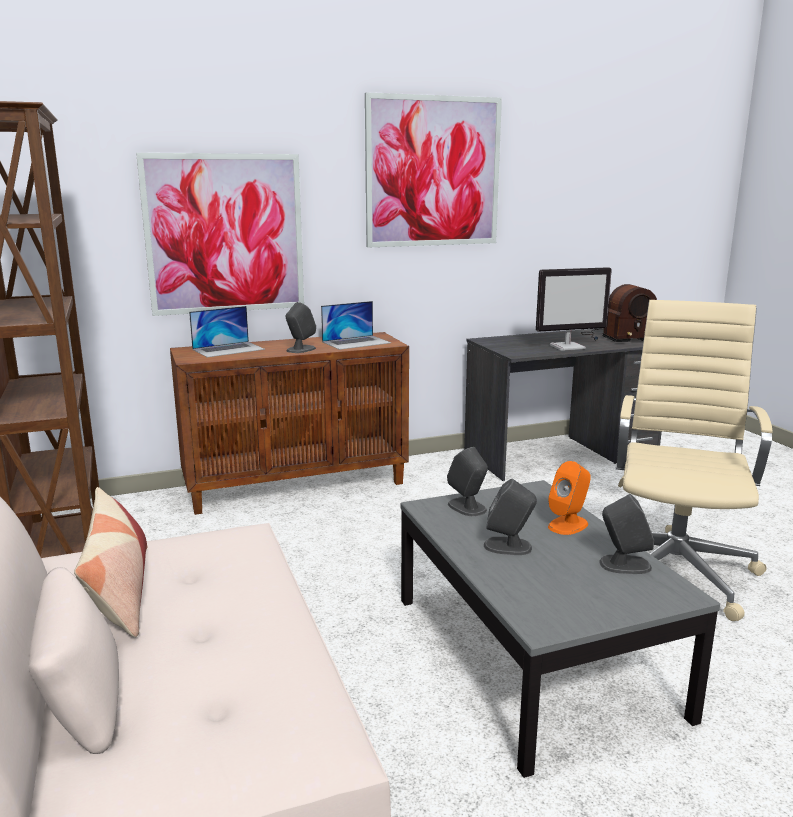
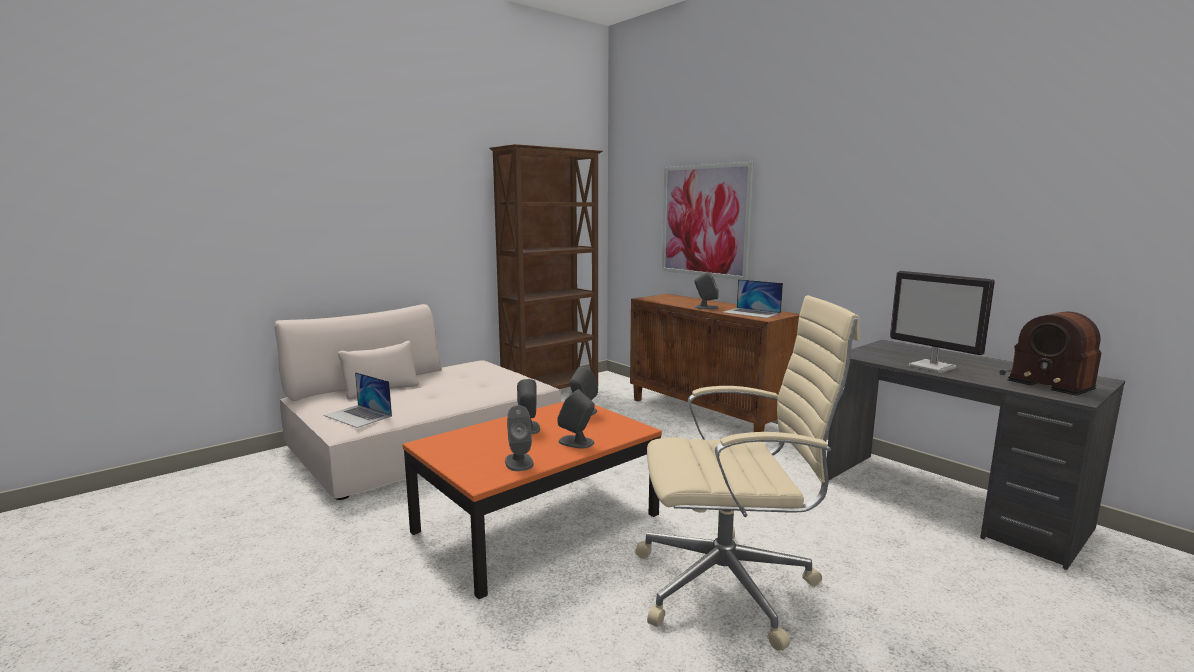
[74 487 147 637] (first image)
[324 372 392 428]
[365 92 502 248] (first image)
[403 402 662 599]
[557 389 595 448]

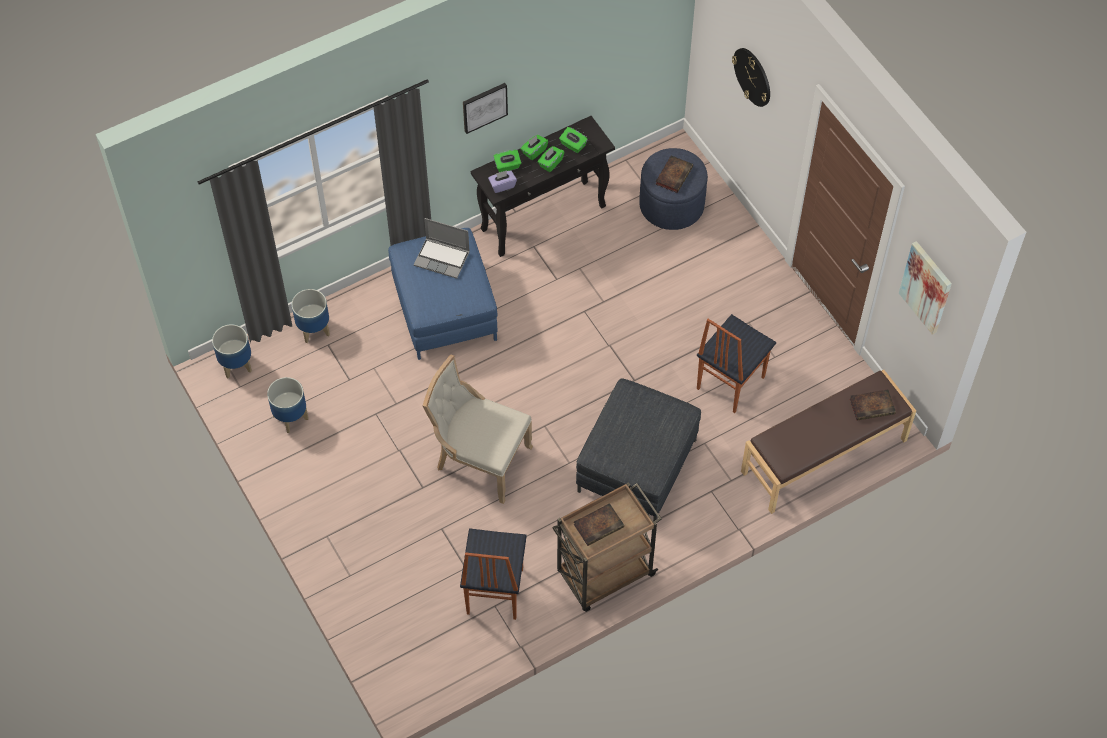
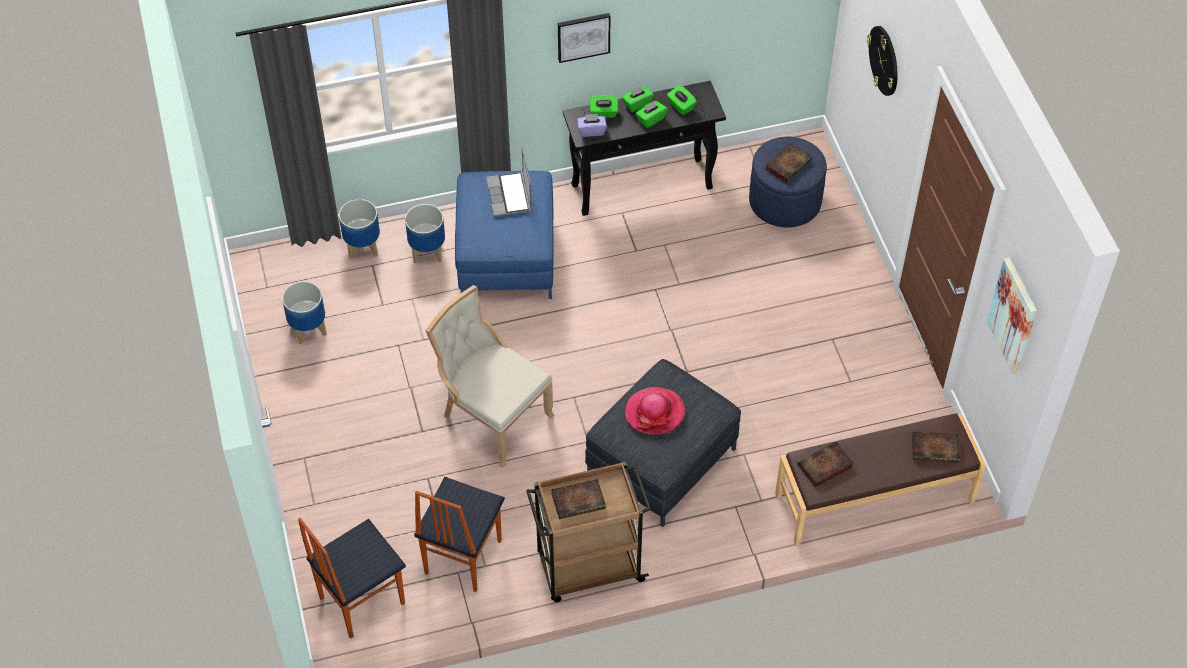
[405 204 445 263]
[486 147 532 217]
[298 518 406 639]
[625 387 685 435]
[798 441 853 488]

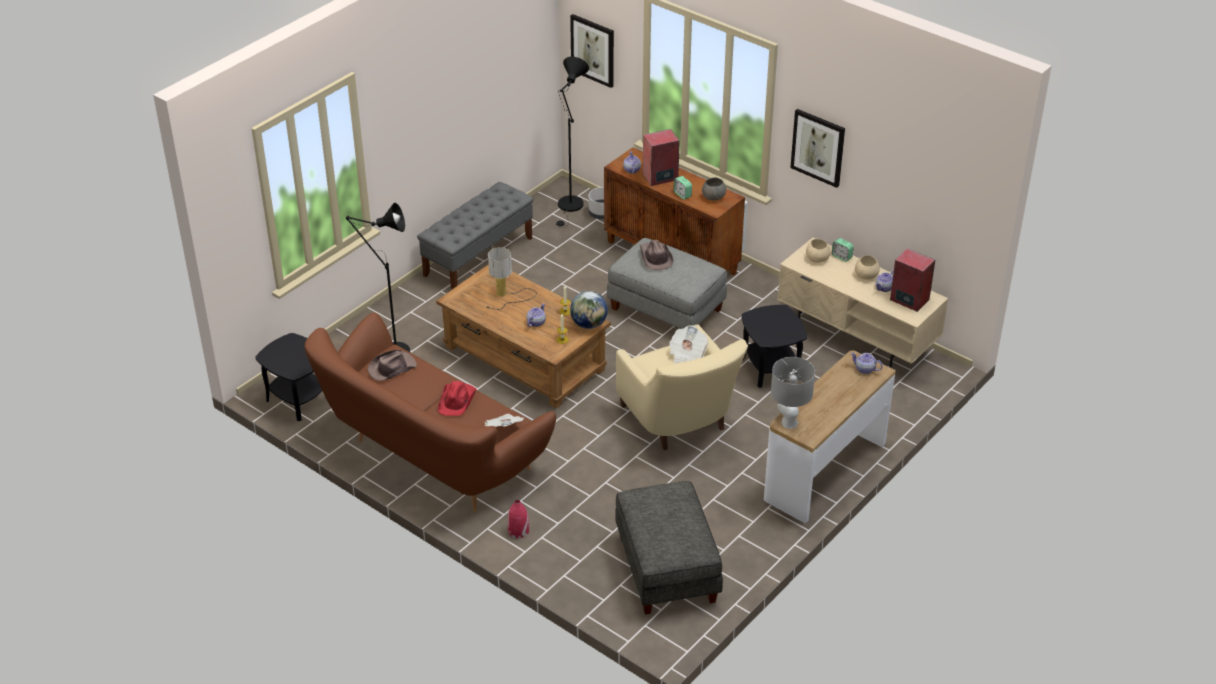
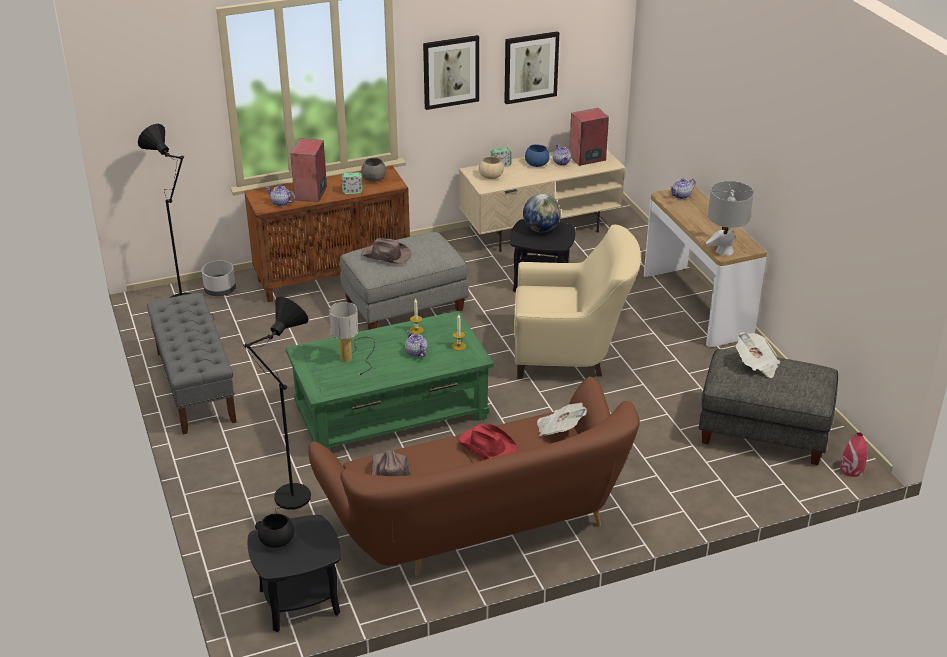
[285 311 494 450]
[840 432 867 477]
[504 31 559 104]
[523 194 561 232]
[736 332 780 378]
[525 144 550 167]
[258 513 294 548]

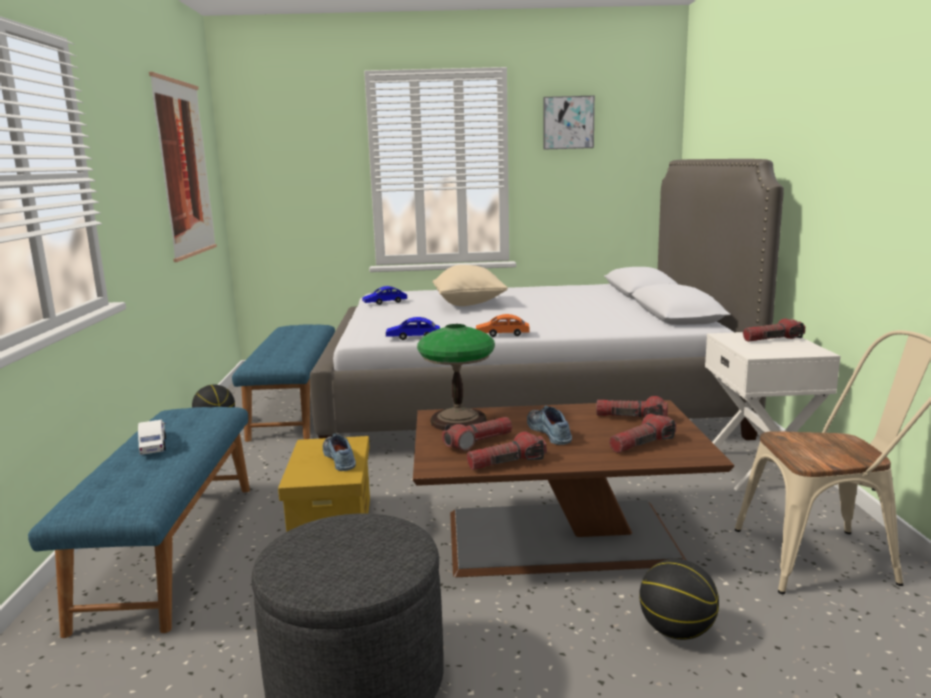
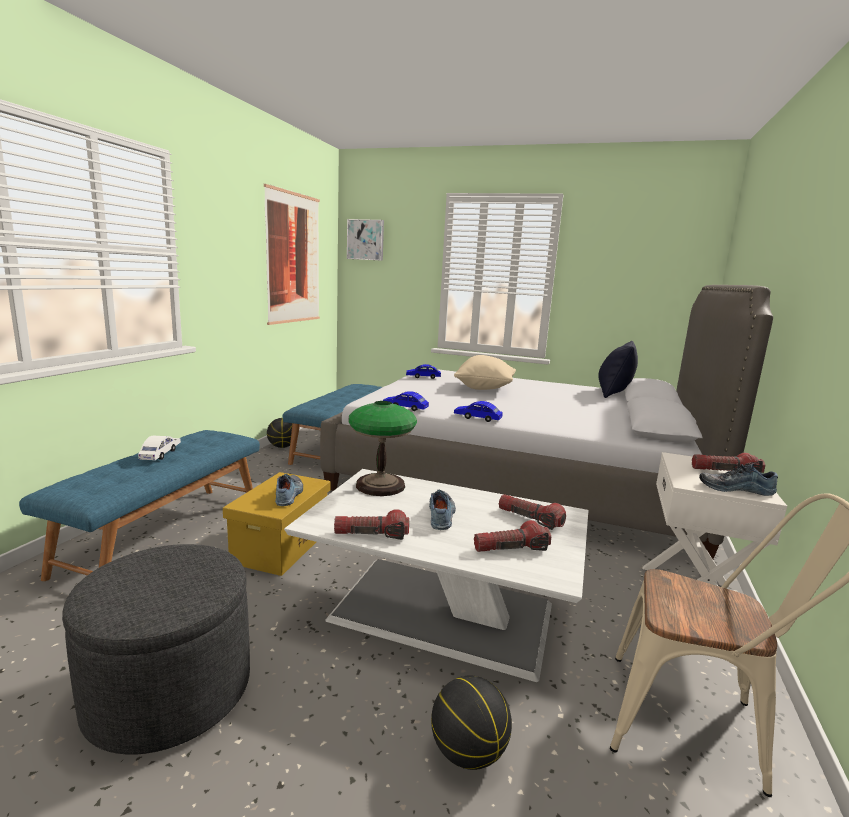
[284 469 589 682]
[442 417 512 451] (first image)
[454 401 503 422]
[347 219 384 261]
[598 341 638 398]
[699 464 778 496]

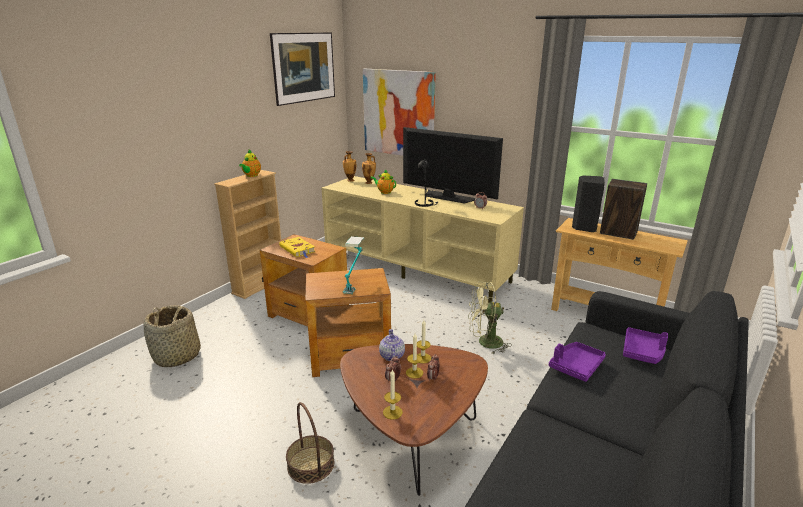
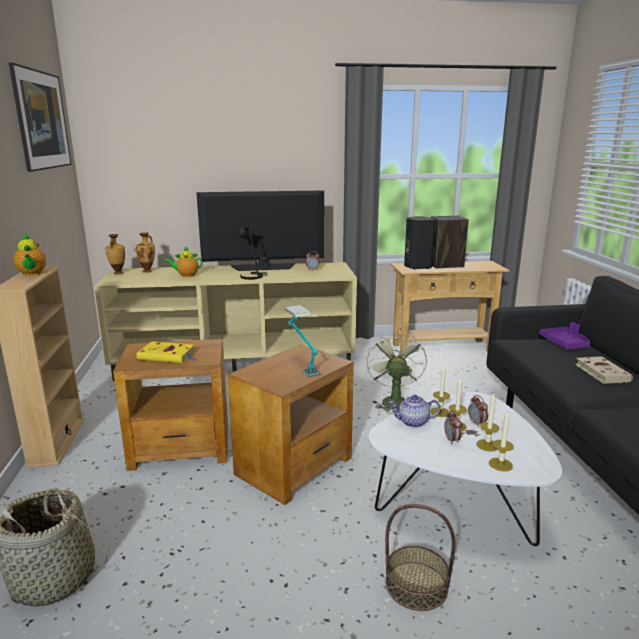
[368 392 562 546]
[363 69 436 156] (first image)
[389 394 440 428]
[366 332 427 414]
[549 342 606 382] (first image)
[476 394 500 452]
[575 356 633 384]

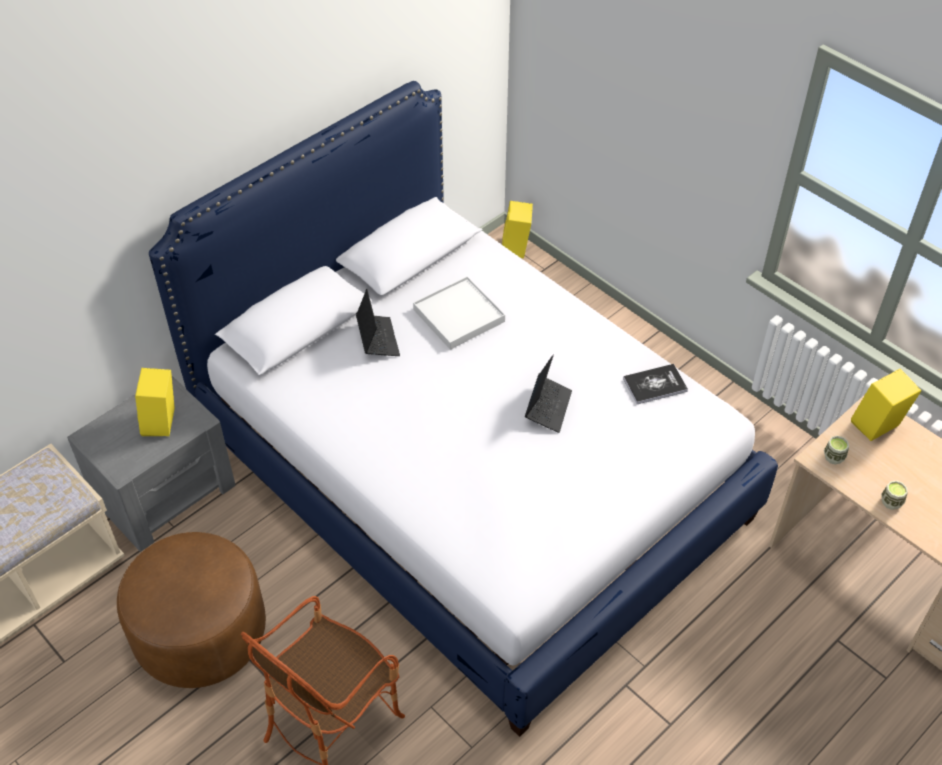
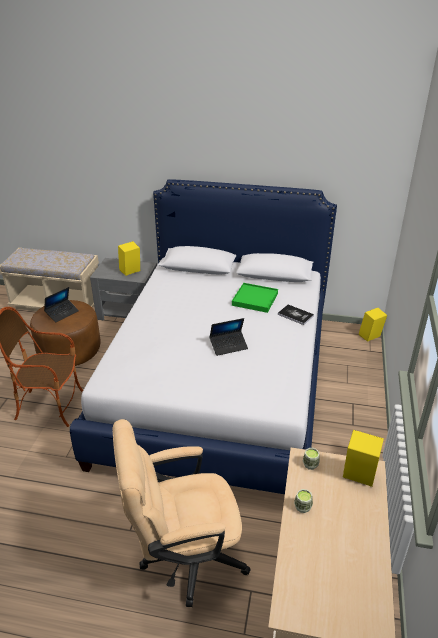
[44 287 79 323]
[232 283 278 313]
[278 305 314 325]
[112 419 251 607]

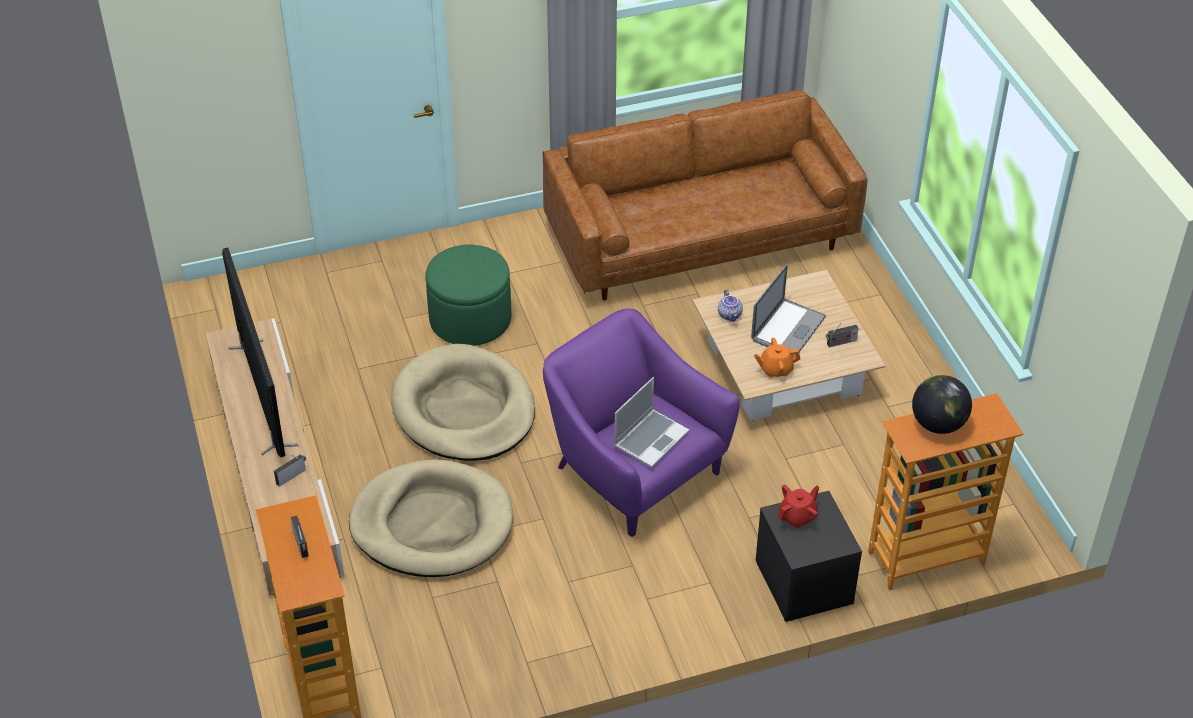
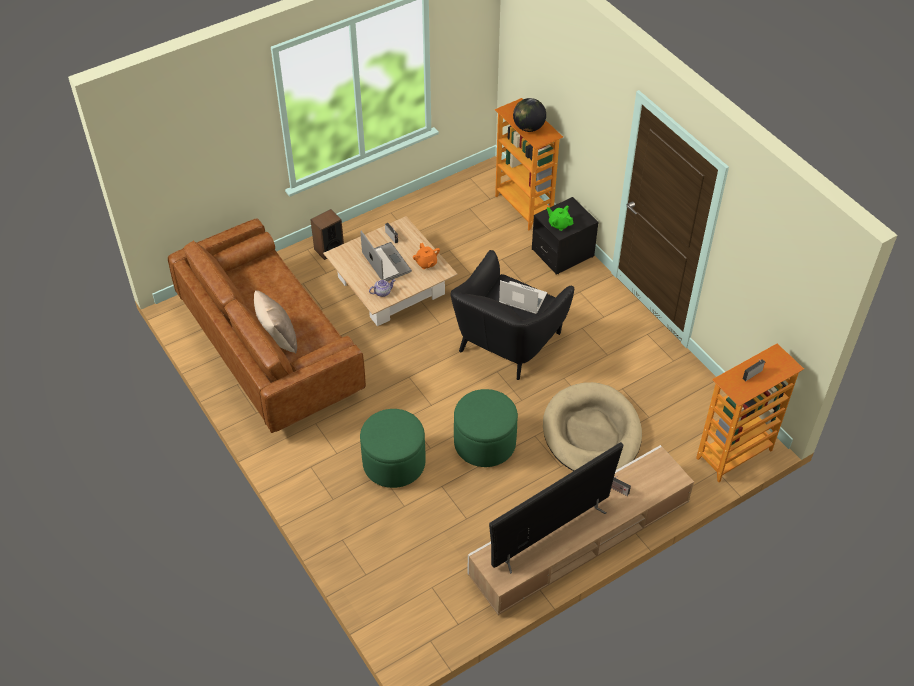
[454 389 518 467]
[450 250 574 380]
[360 230 412 281]
[547 205 573 231]
[254 290 297 354]
[310 209 344 260]

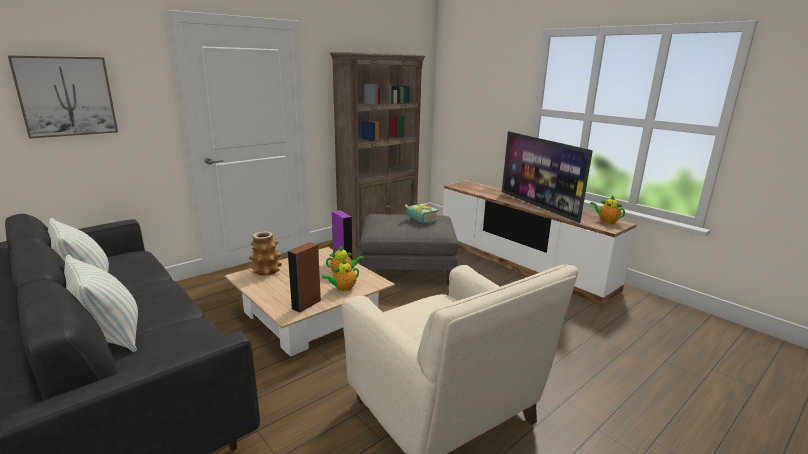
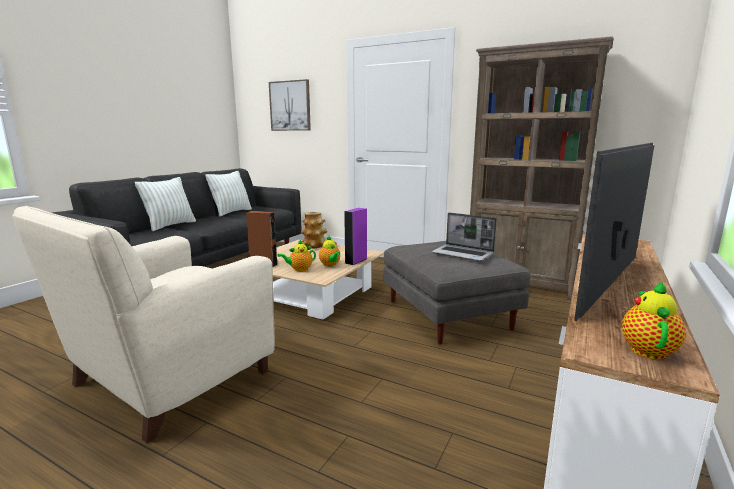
[277 239 316 272]
[431 212 497 261]

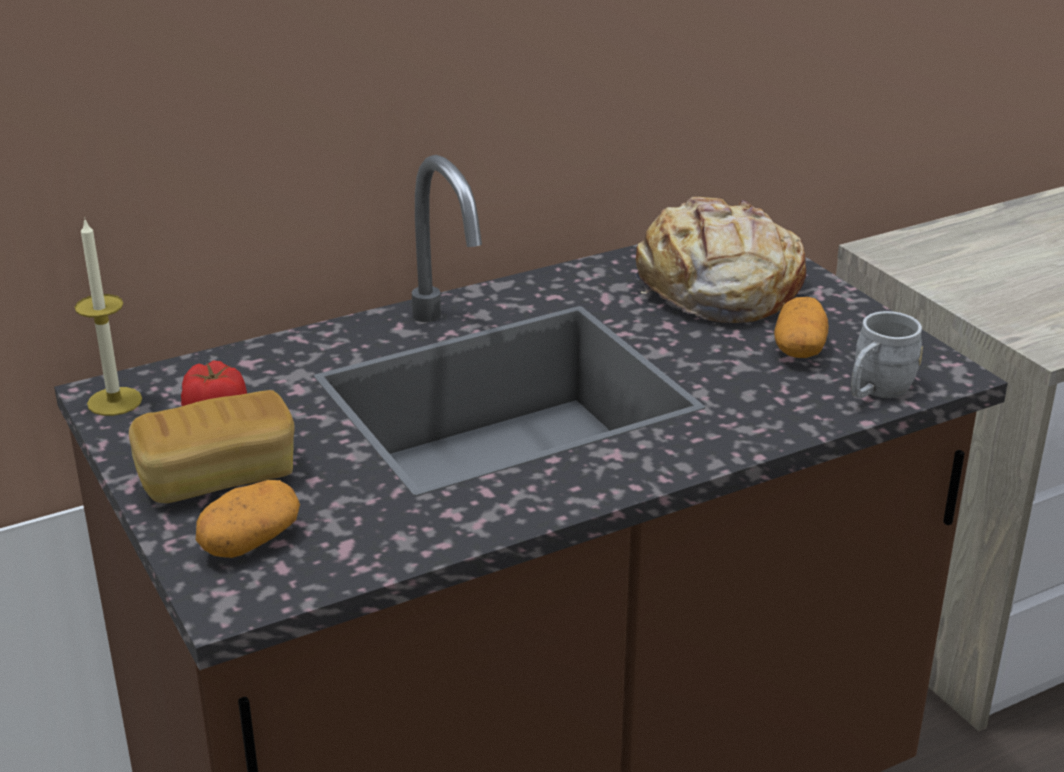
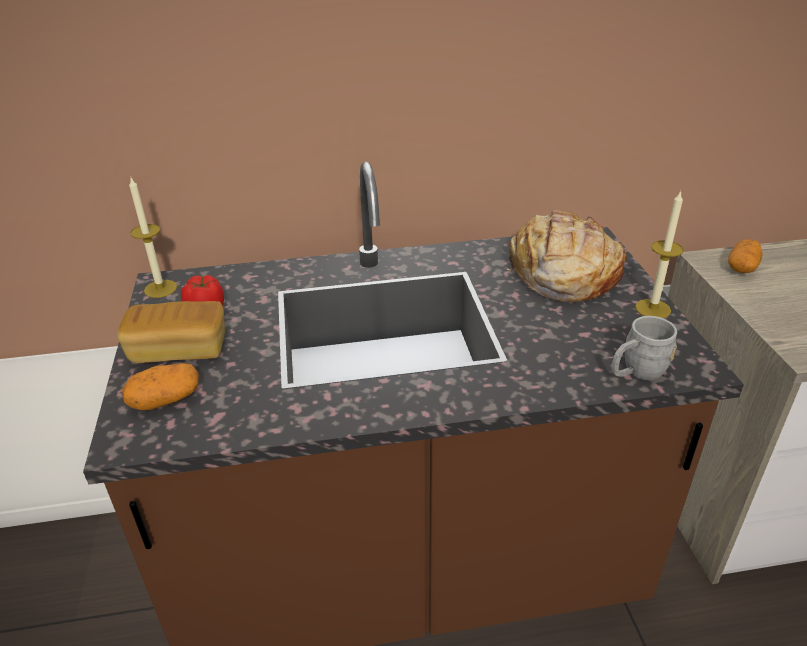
[728 239 763 273]
[635 191 684 318]

